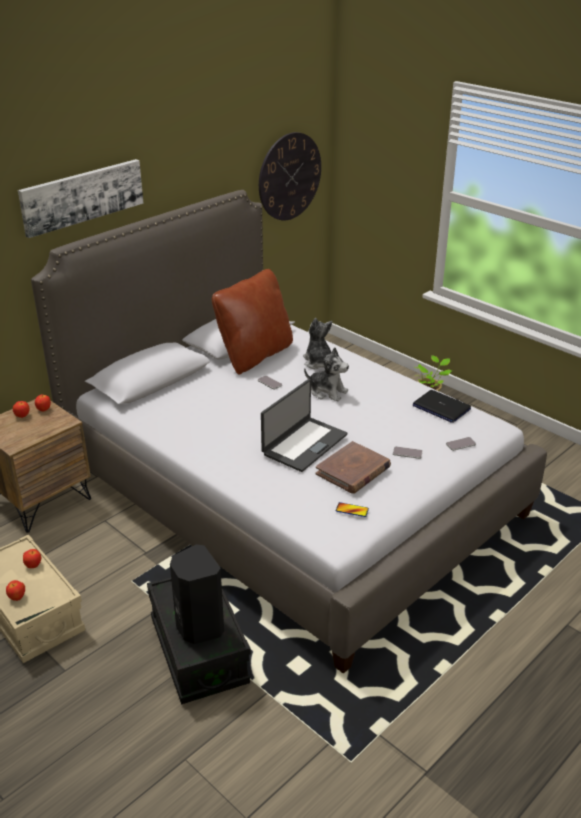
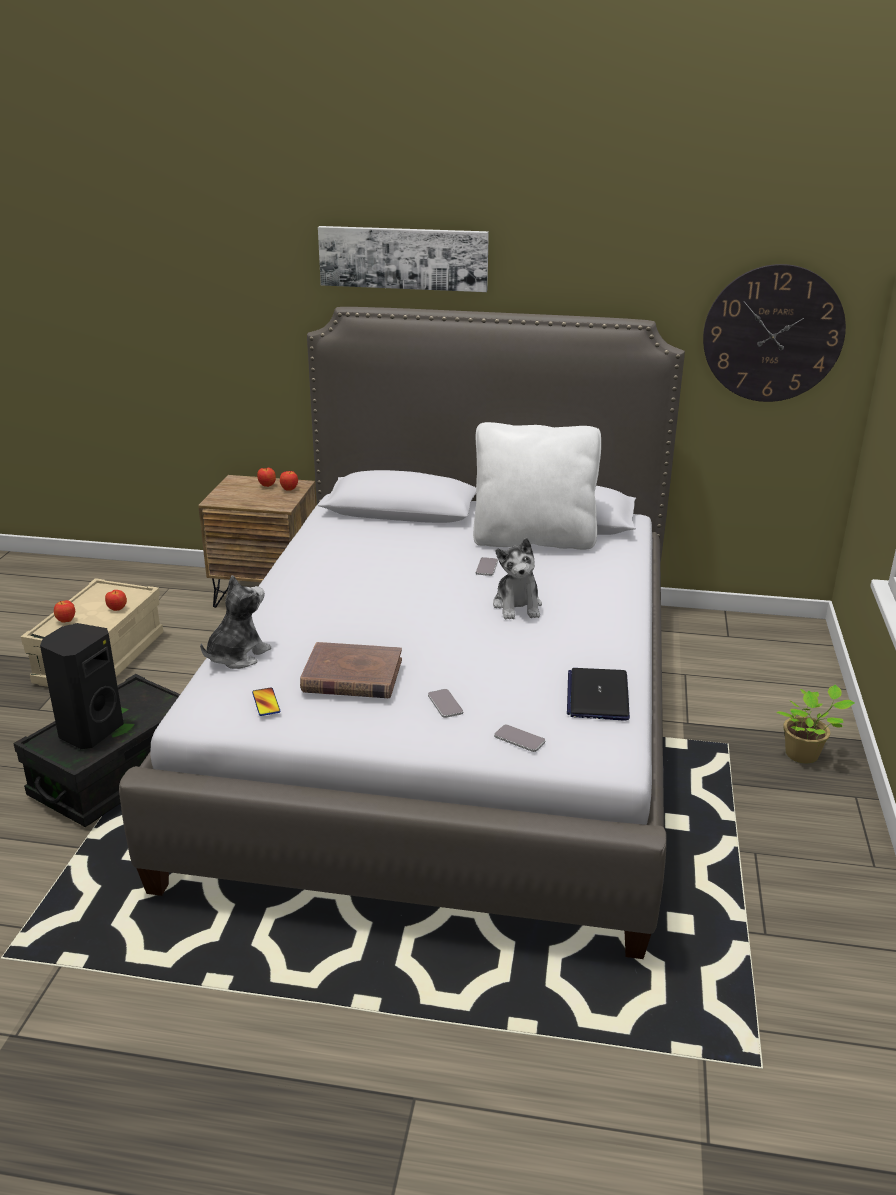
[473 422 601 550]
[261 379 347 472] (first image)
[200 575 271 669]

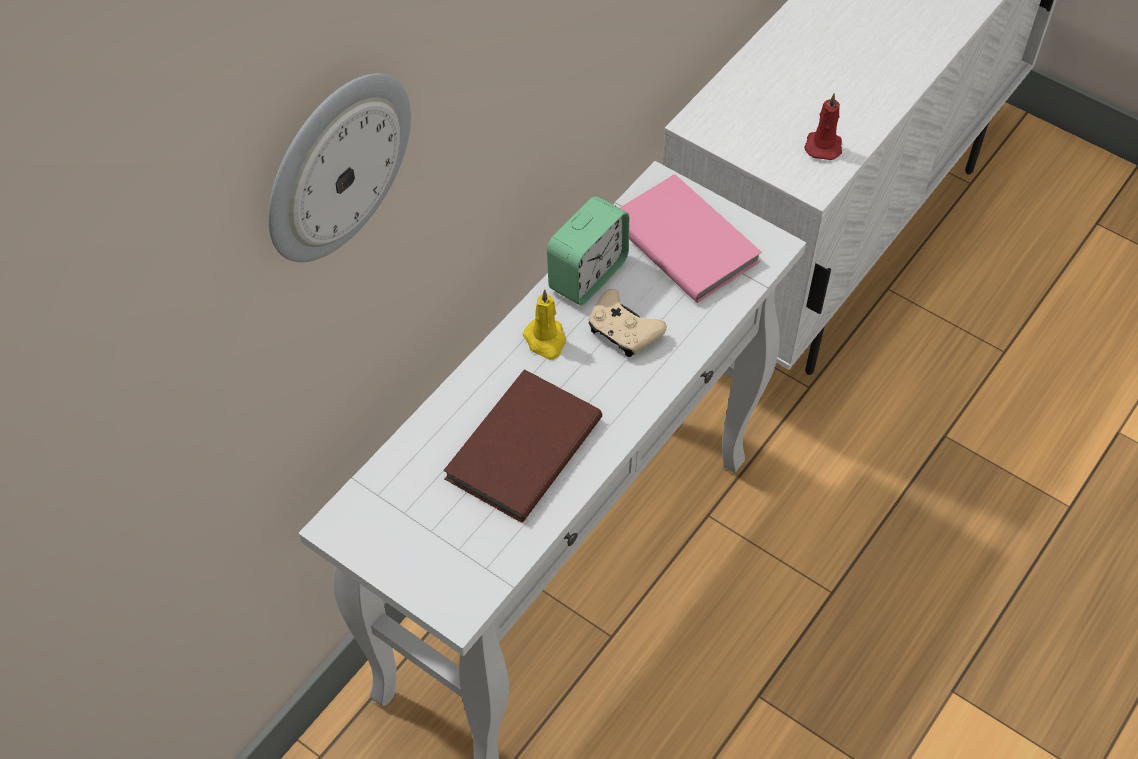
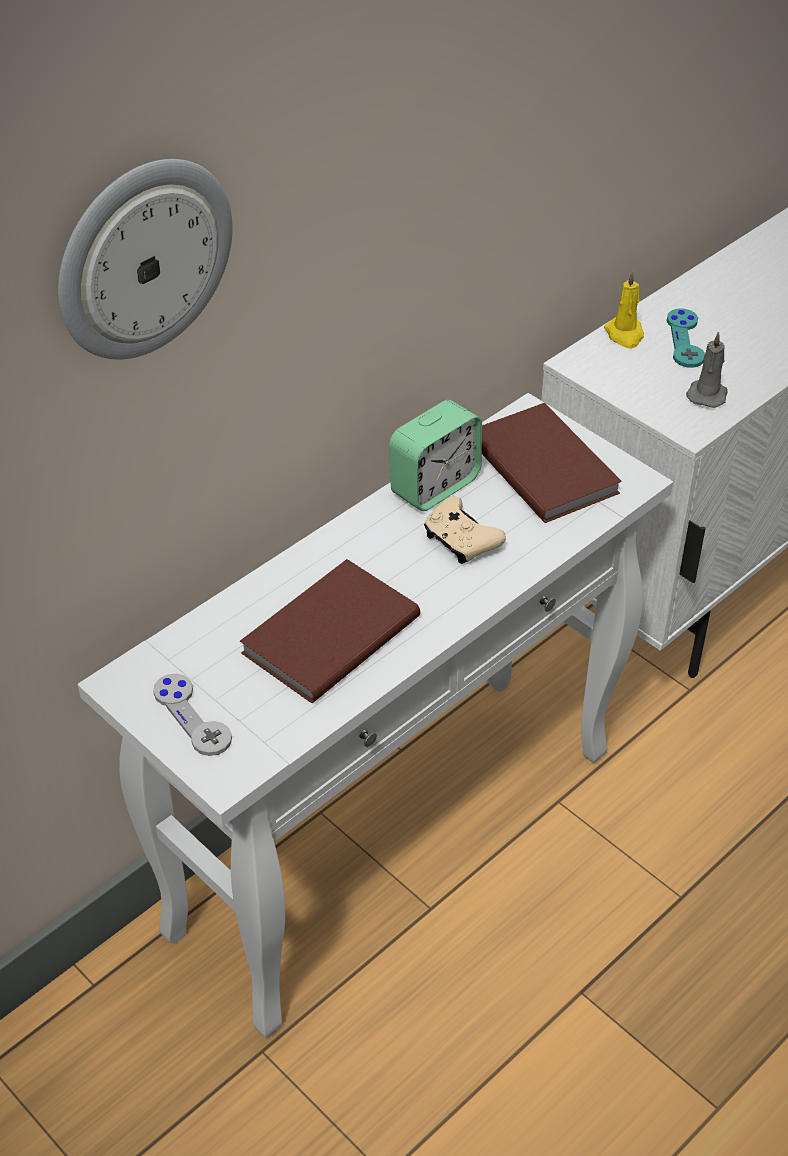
[604 270 644 348]
[482 403 622 523]
[686 331 727 408]
[153 673 232 756]
[667 309 705 368]

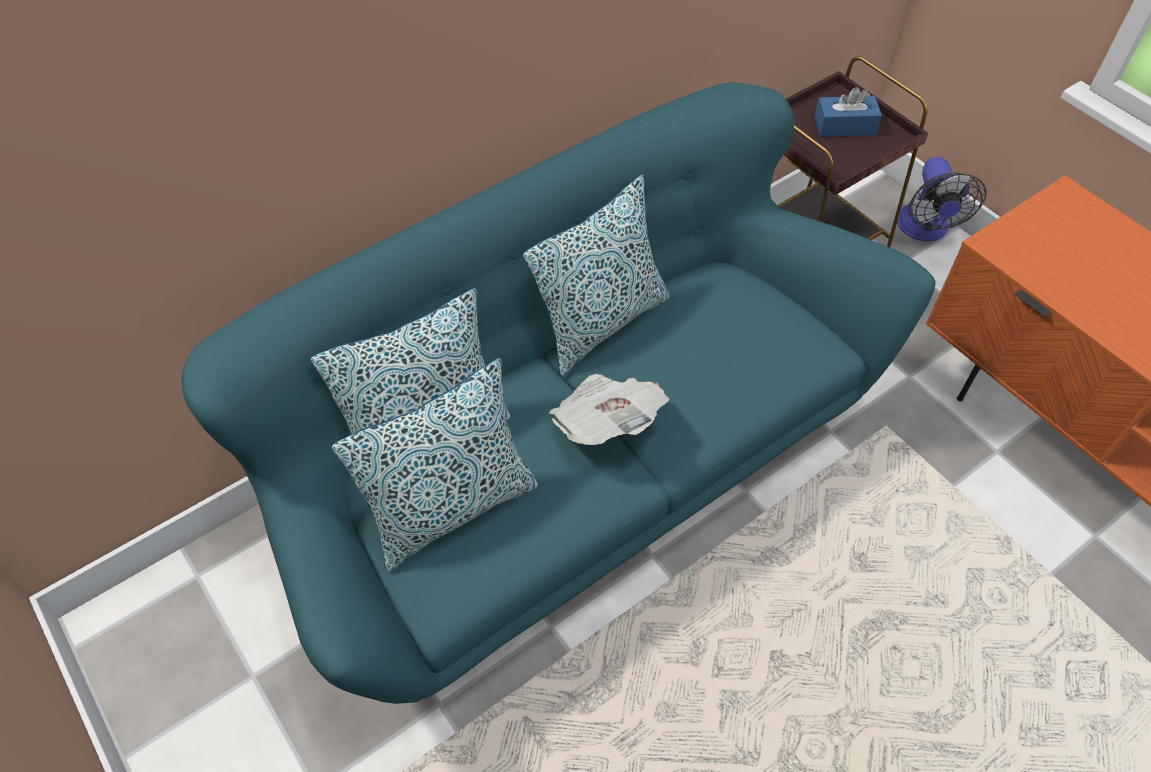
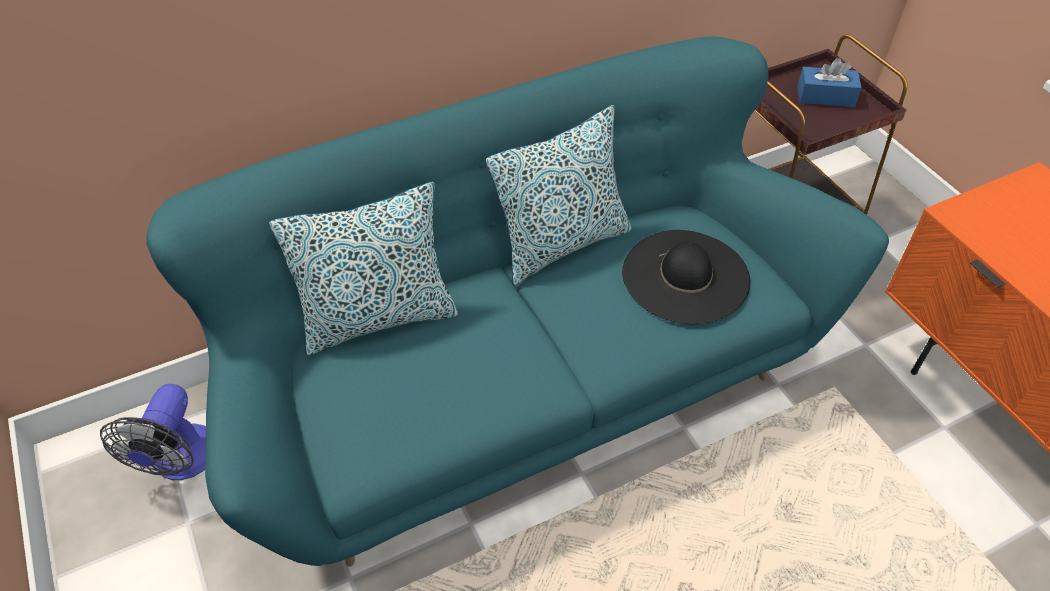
[332 358 538 571] (first image)
[549 374 669 445] (first image)
[100 384 206 480]
[622 230 751 324]

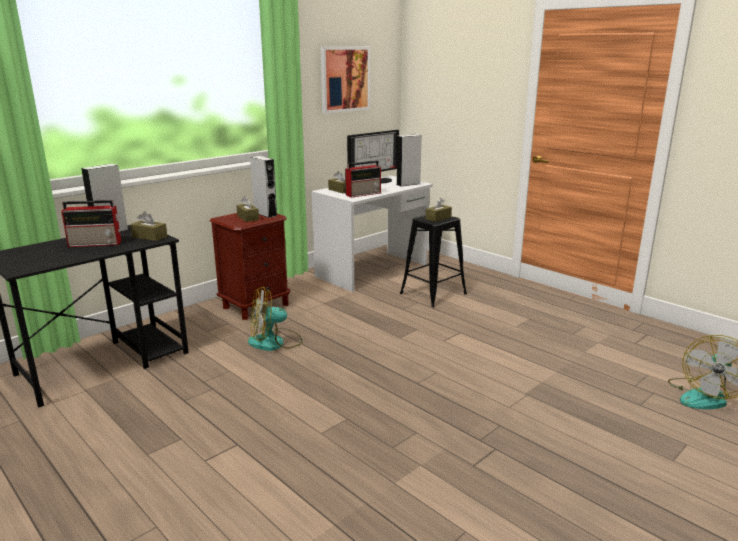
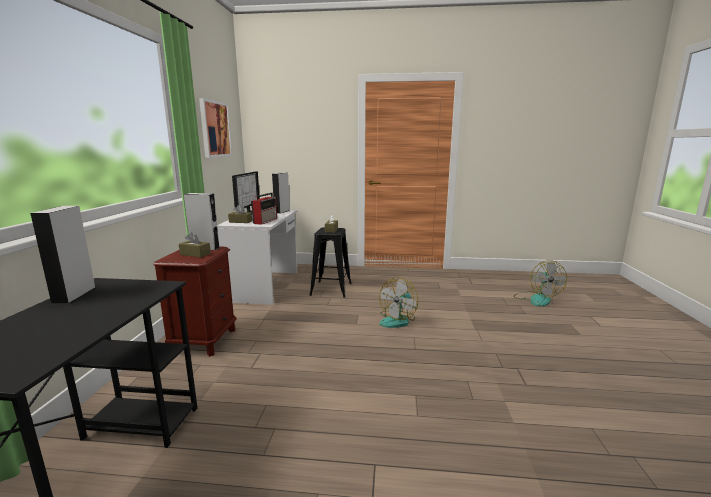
[61 200 121 247] (first image)
[130 211 167 241] (first image)
[379 277 418 328]

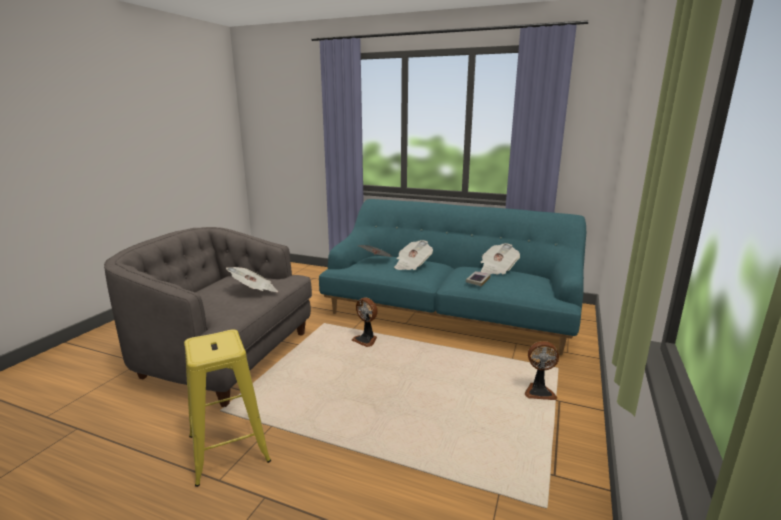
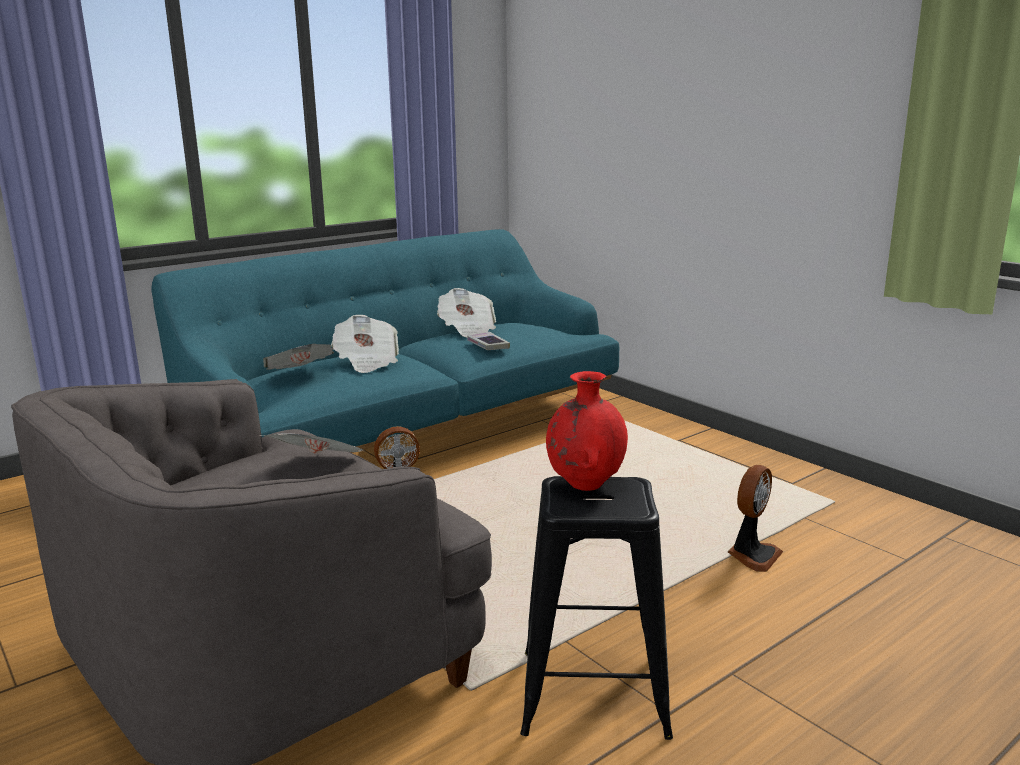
[520 476 673 740]
[728 465 783 572]
[546 371 628 491]

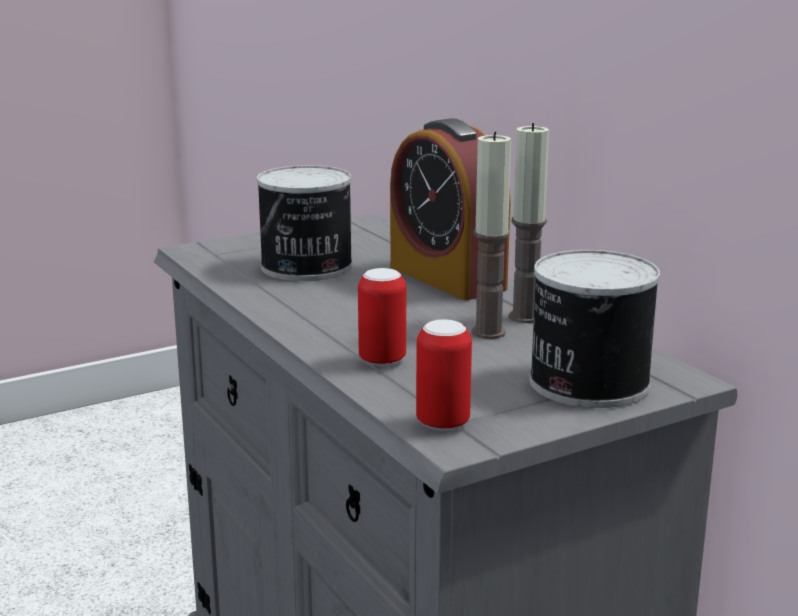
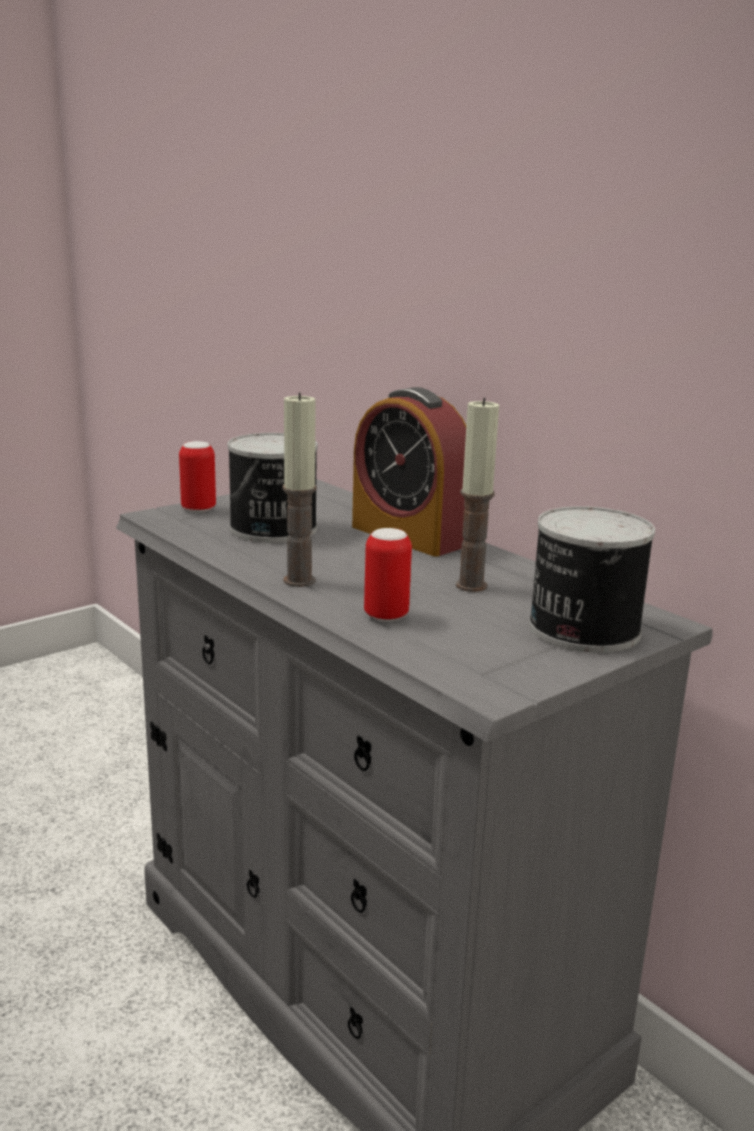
[179 441 216 513]
[283 392 317 587]

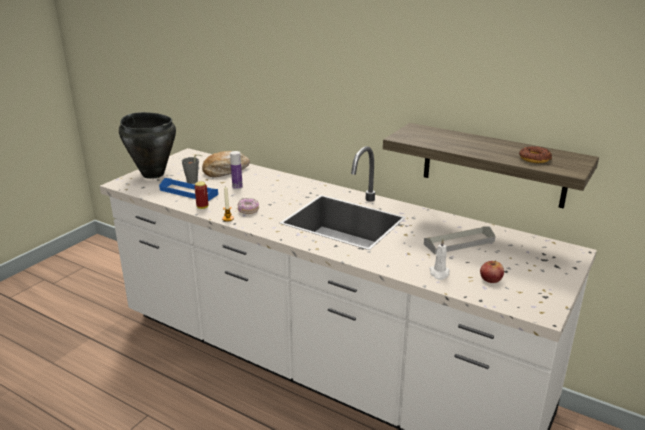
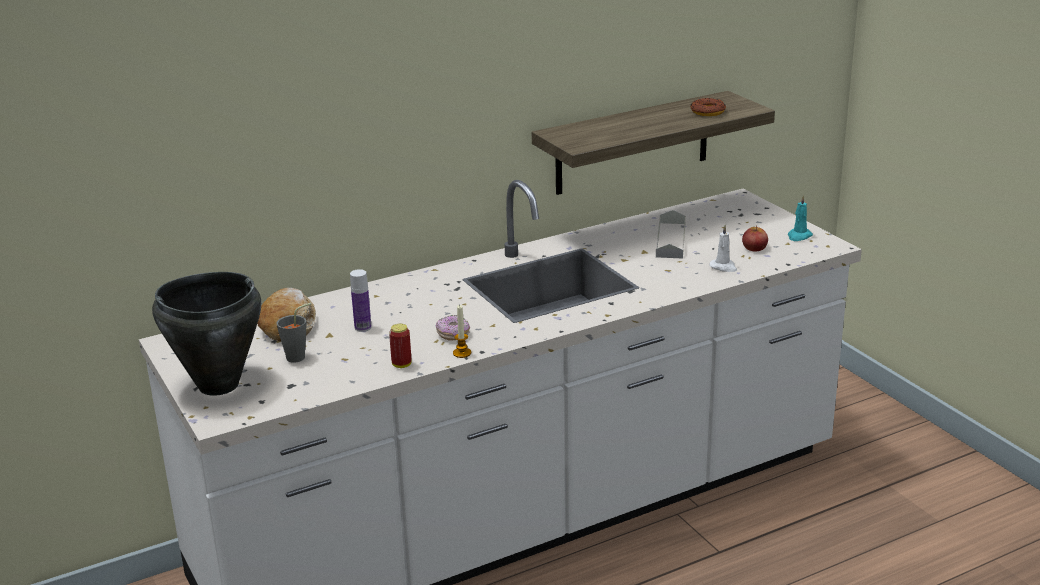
[159 178 218 201] (first image)
[788 196 813 241]

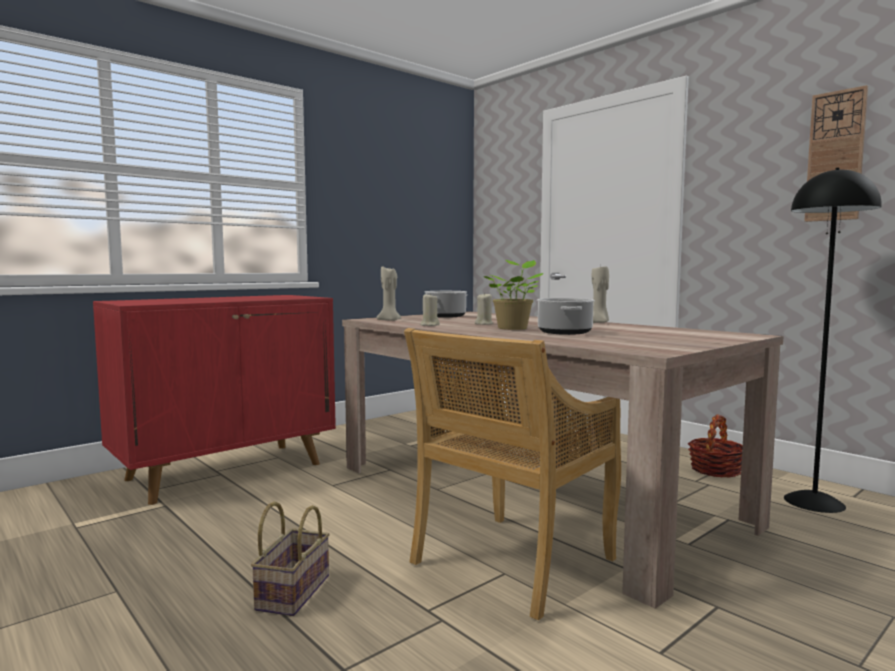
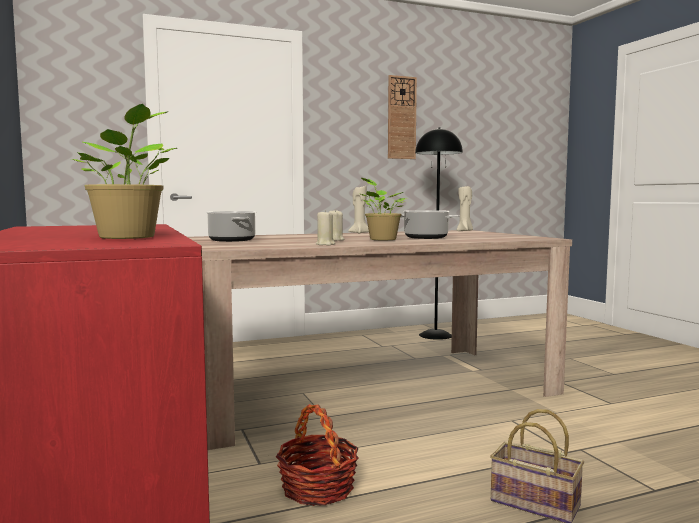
[457 185 473 231]
[404 328 621 620] (first image)
[276 404 359 506]
[71 104 177 239]

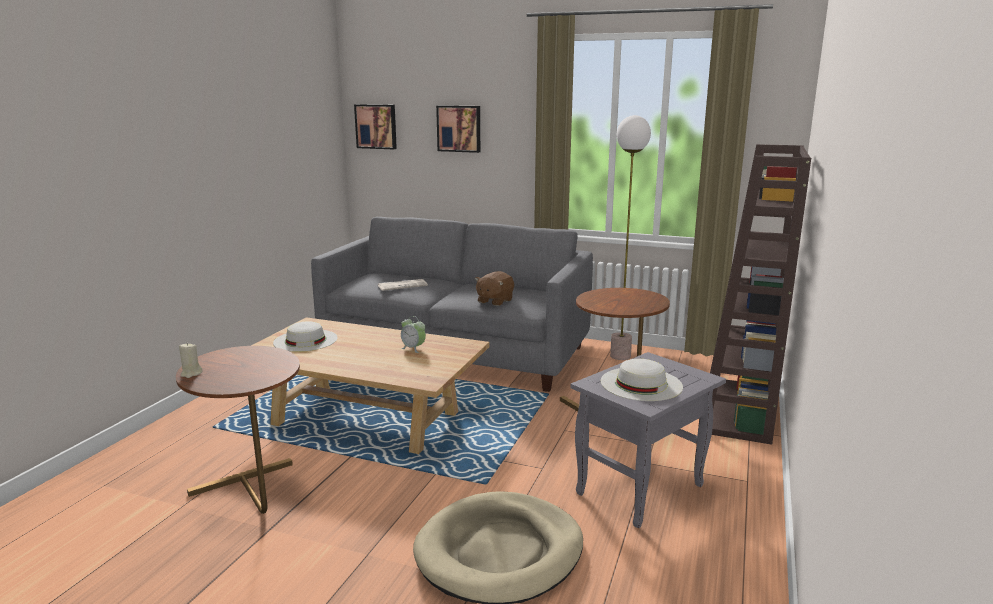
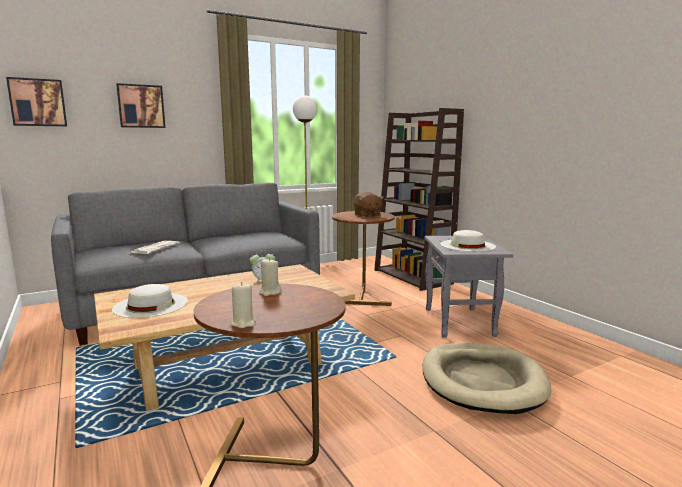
[354 192 384 217]
[259 258 282 296]

